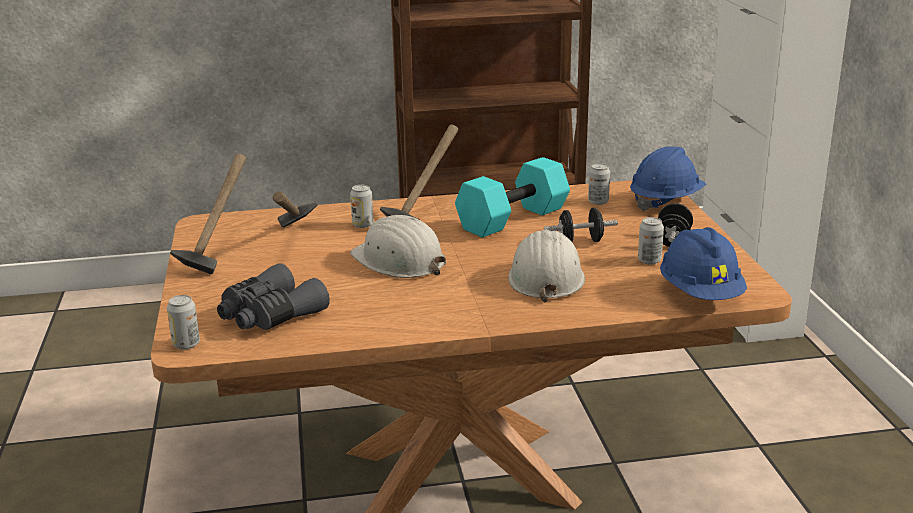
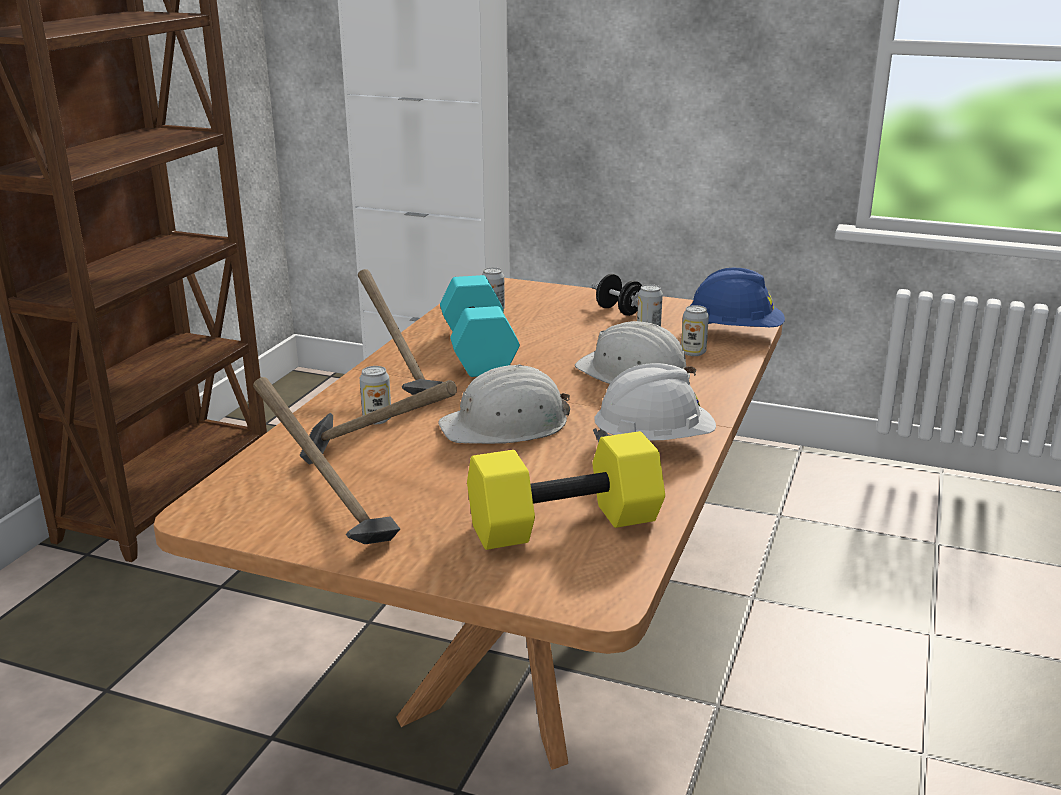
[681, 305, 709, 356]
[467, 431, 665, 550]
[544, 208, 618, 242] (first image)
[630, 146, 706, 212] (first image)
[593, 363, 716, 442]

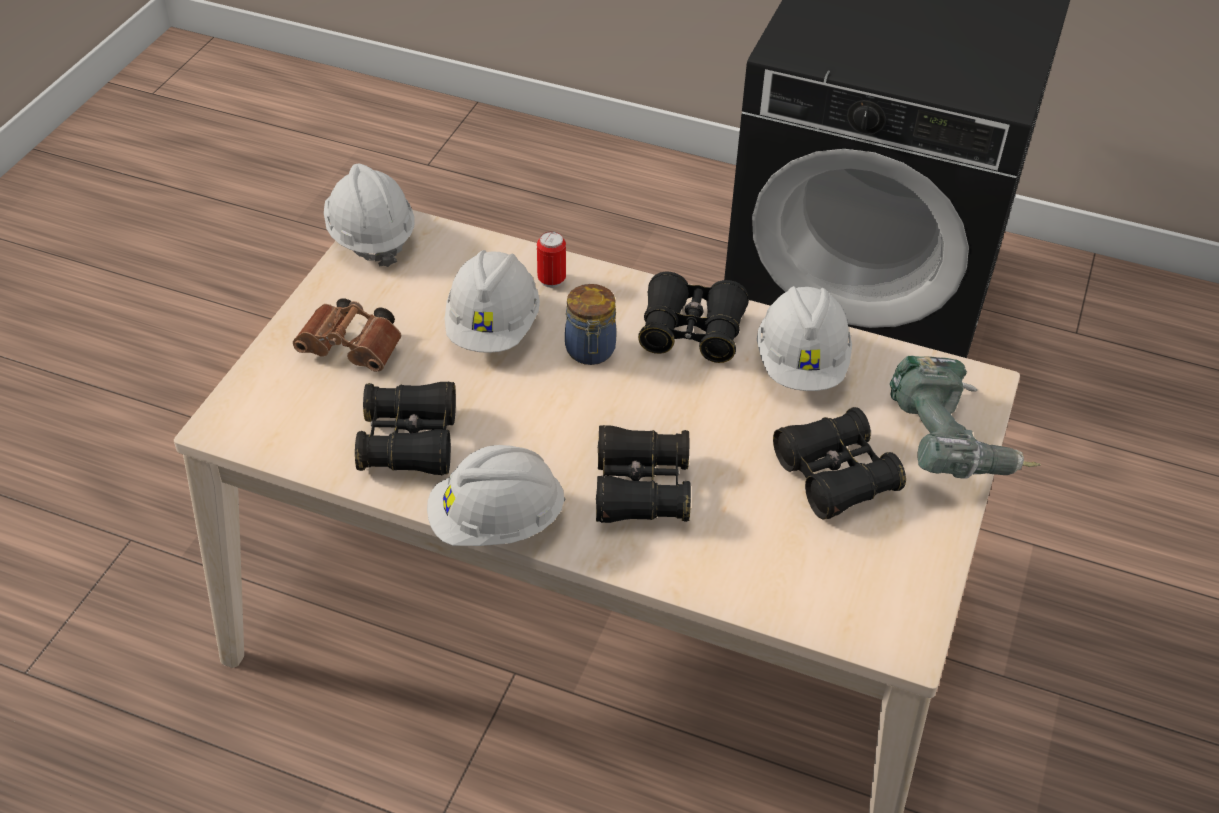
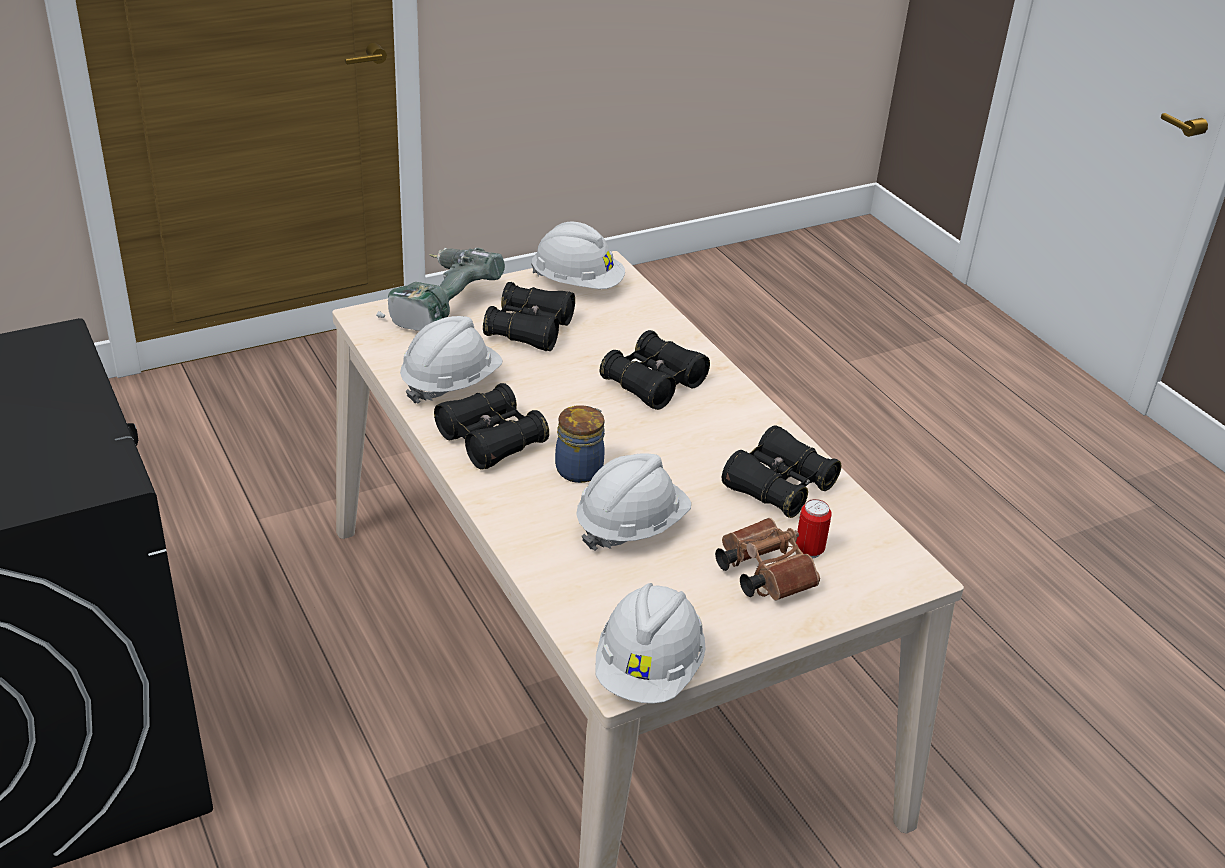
[531, 221, 625, 289]
[796, 499, 832, 559]

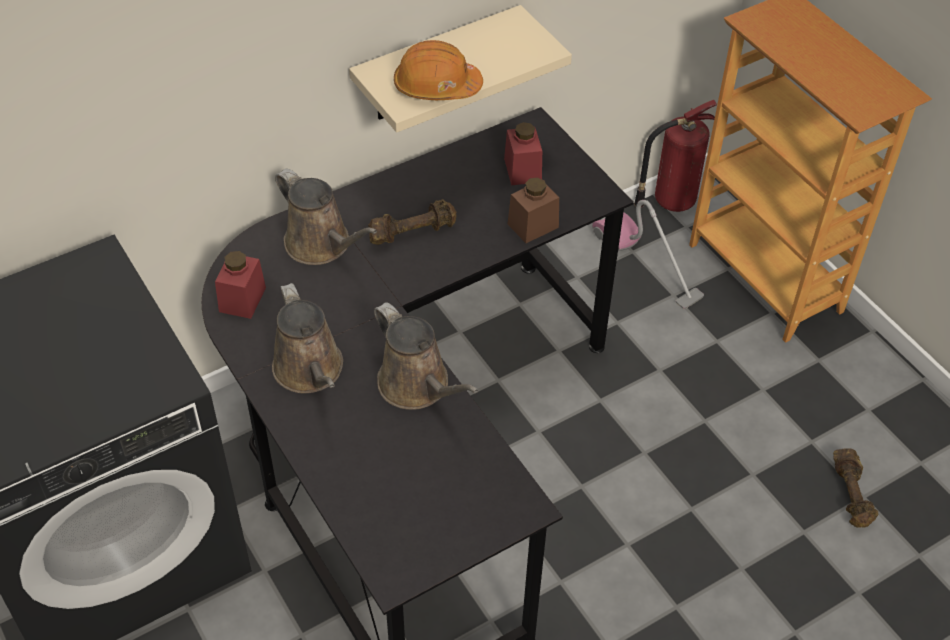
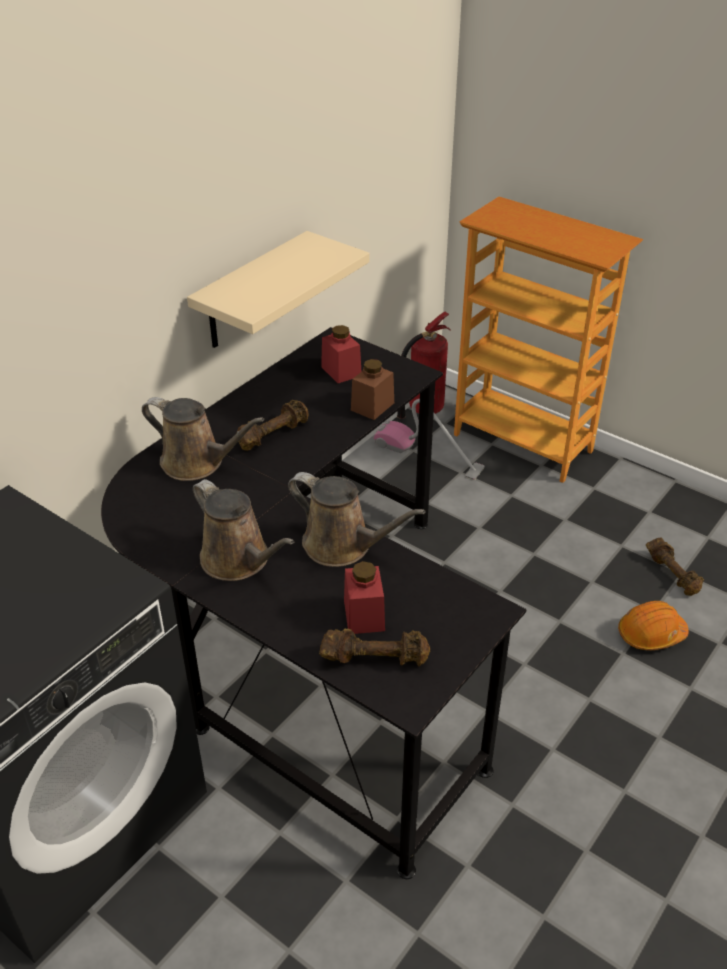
[344, 561, 385, 634]
[618, 601, 689, 650]
[319, 629, 430, 666]

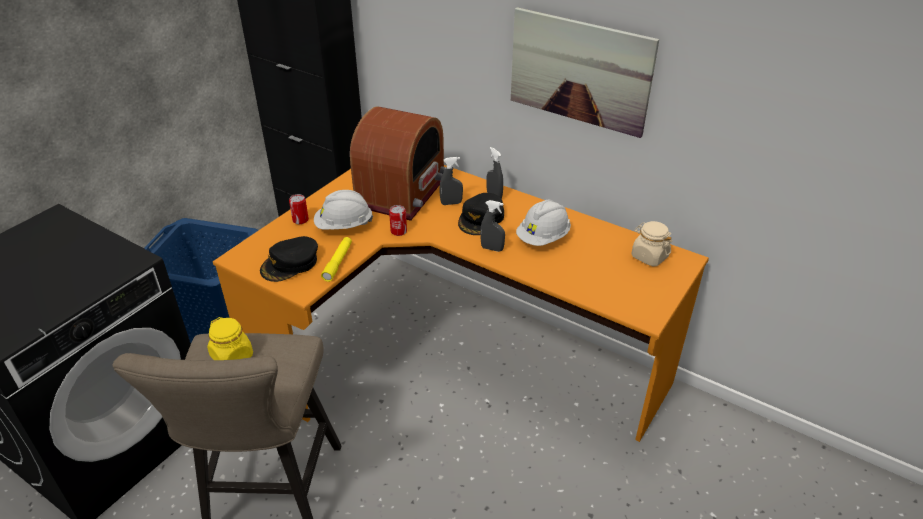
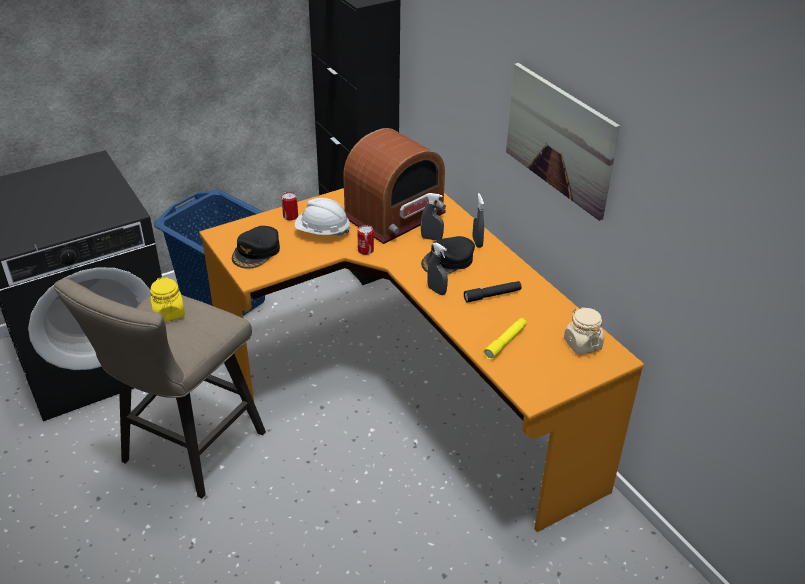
[232, 226, 280, 269]
[484, 318, 527, 360]
[464, 281, 522, 303]

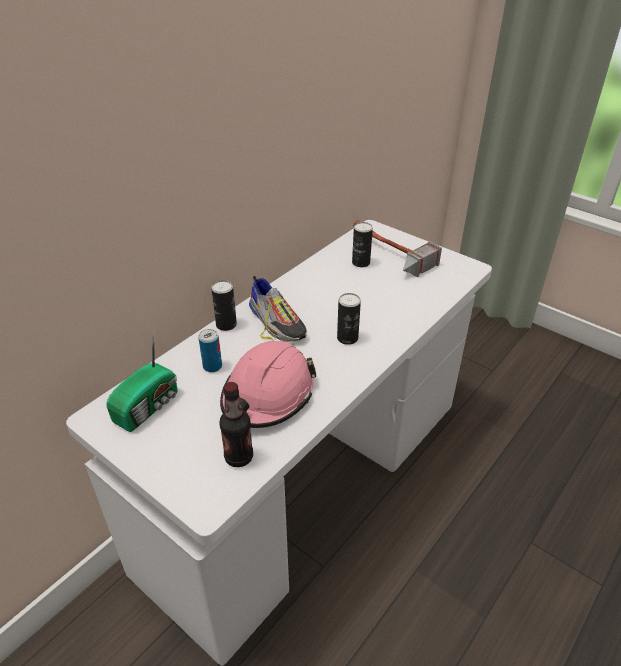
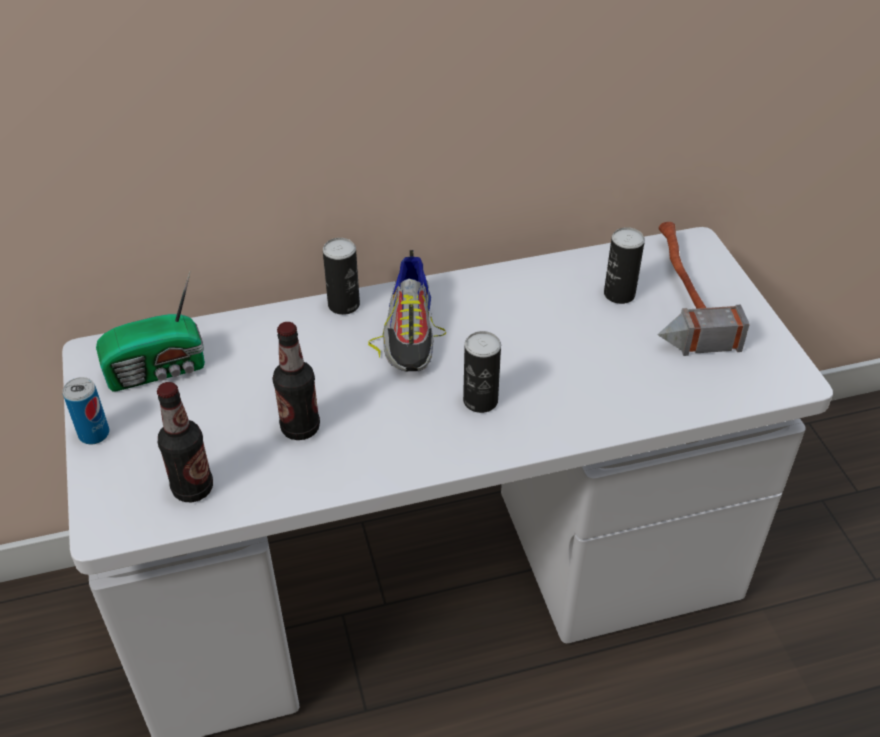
[63, 377, 109, 444]
[272, 322, 320, 440]

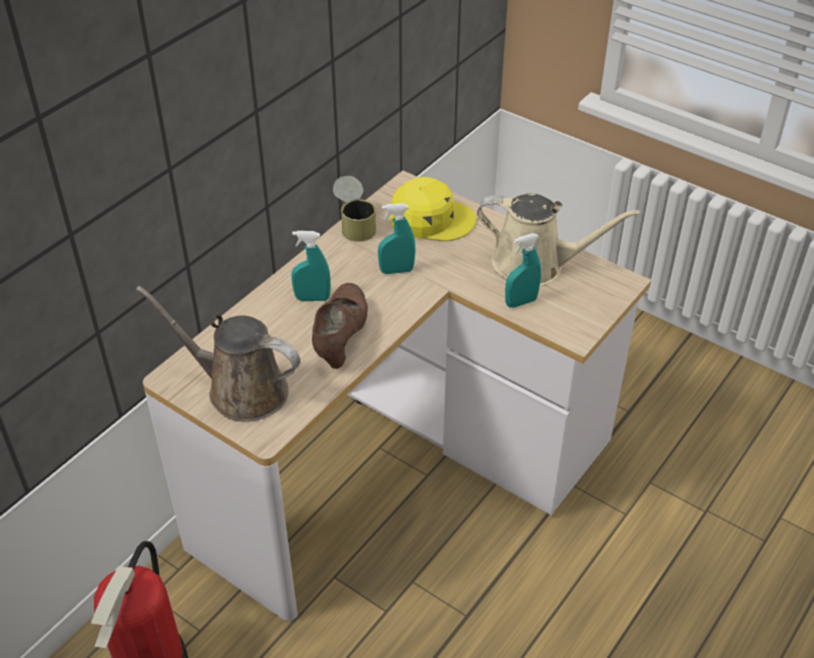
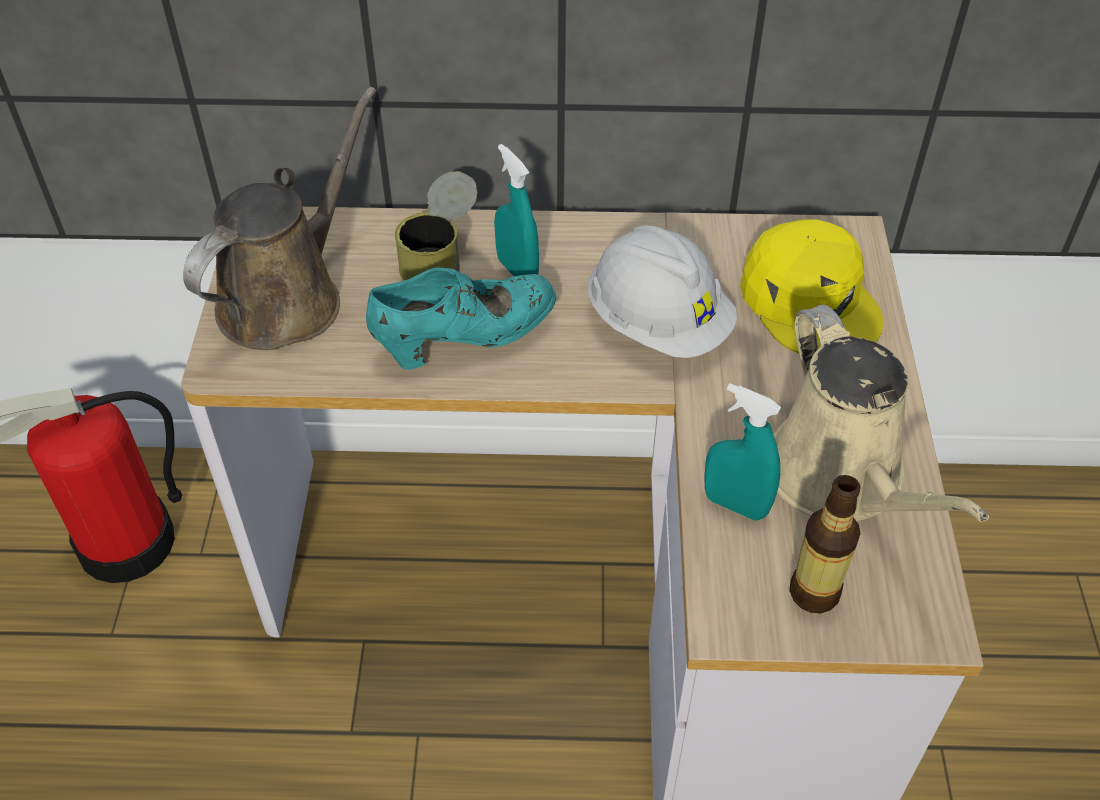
[183, 87, 376, 350]
[366, 267, 556, 370]
[395, 171, 477, 280]
[588, 225, 737, 358]
[790, 475, 861, 613]

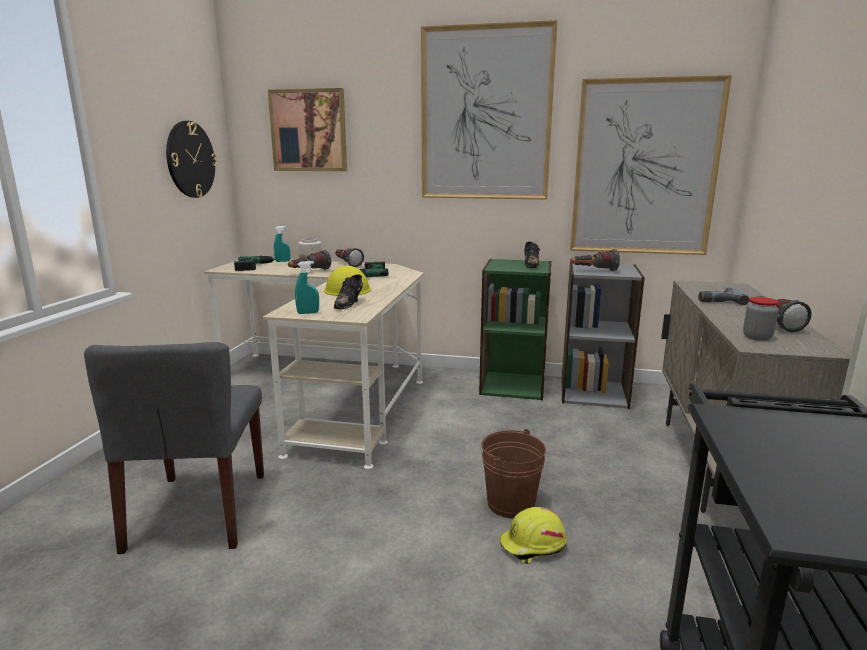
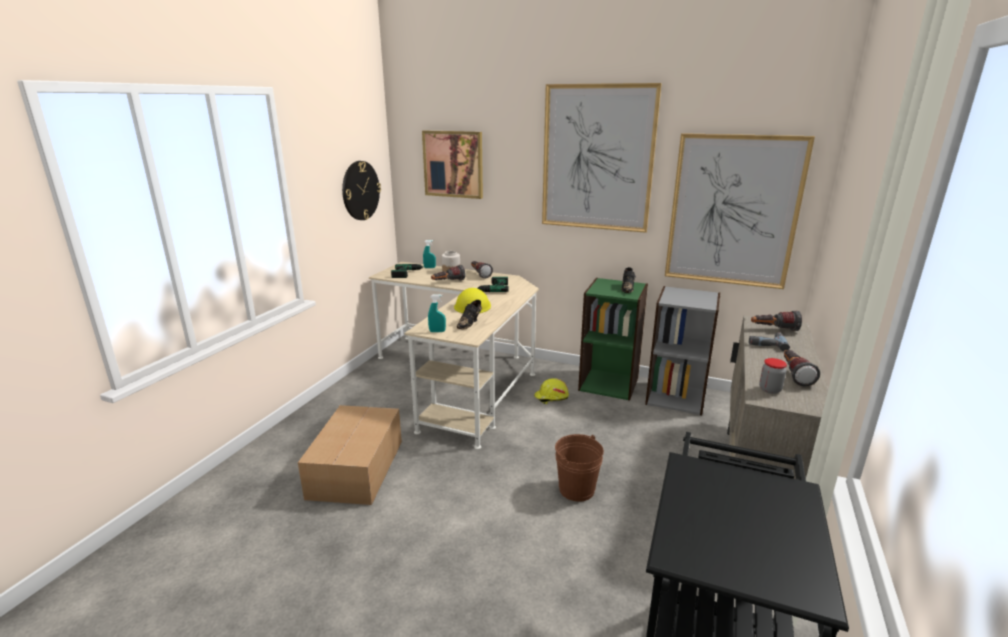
[298, 405, 402, 505]
[534, 378, 569, 404]
[751, 311, 802, 331]

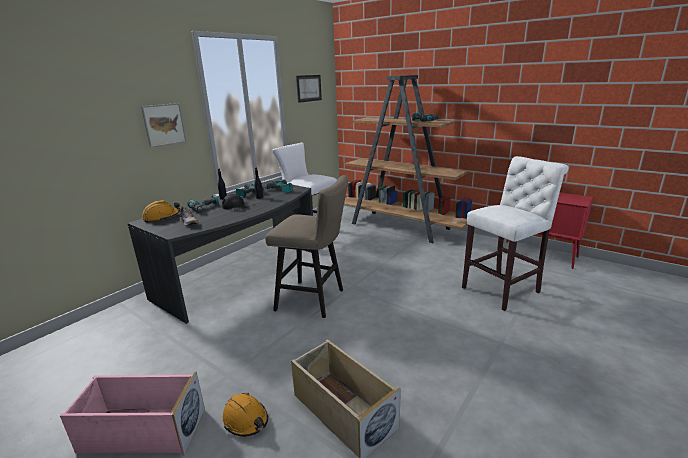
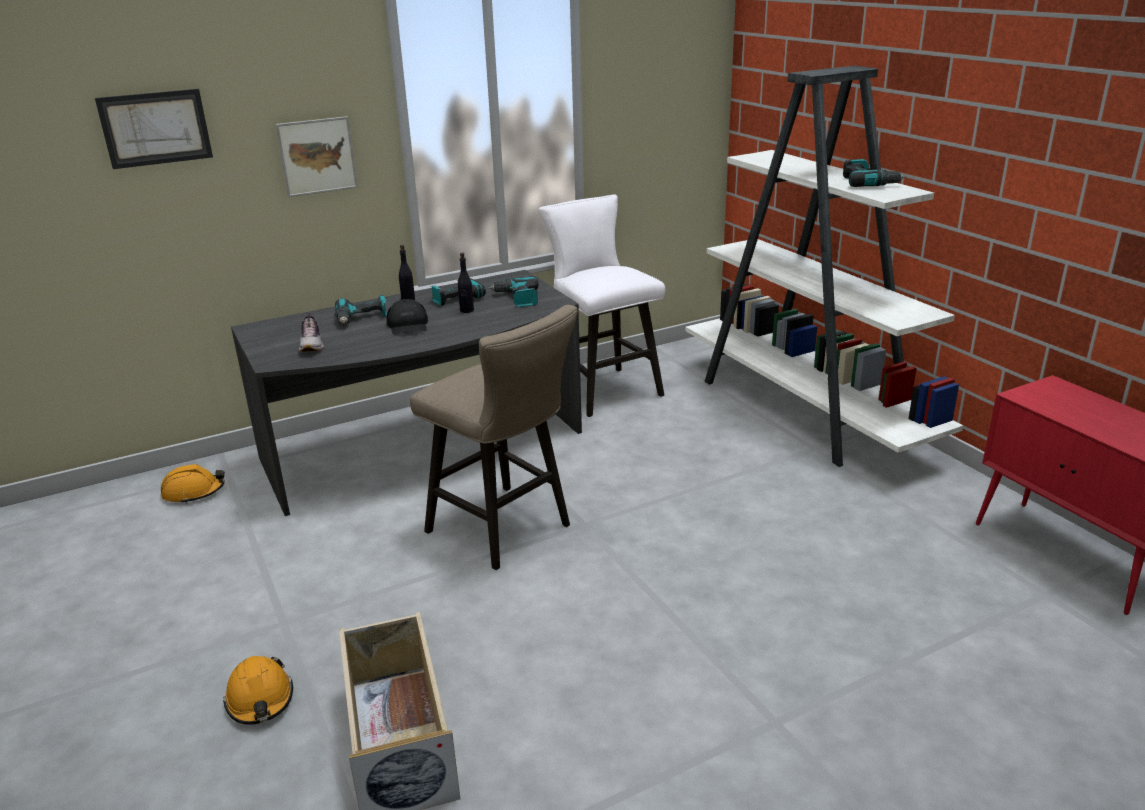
[60, 372, 205, 456] (first image)
[161, 464, 225, 504]
[95, 89, 213, 169]
[685, 66, 963, 467]
[462, 156, 569, 311] (first image)

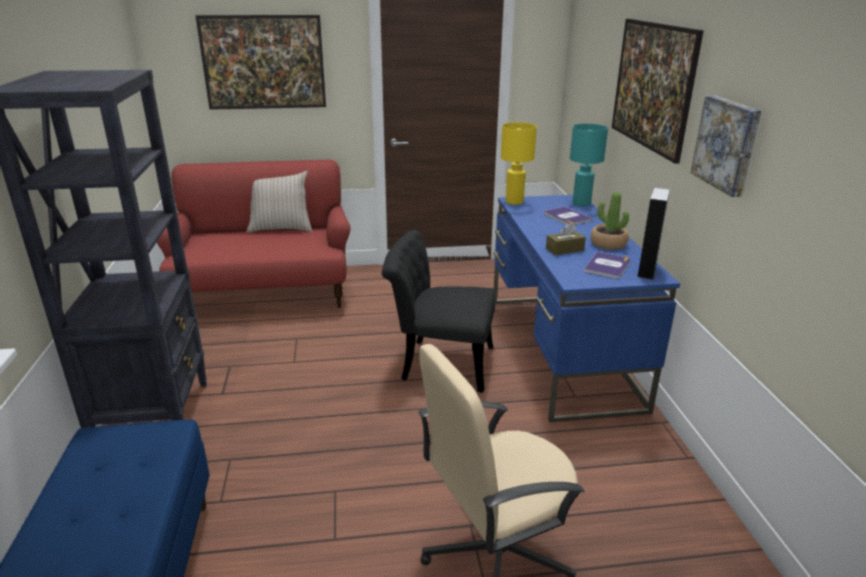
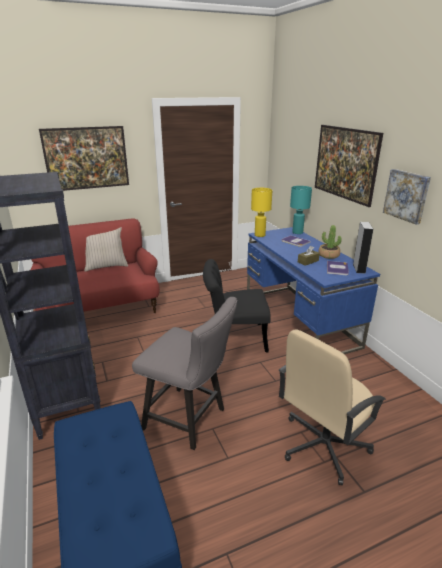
[132, 297, 237, 450]

